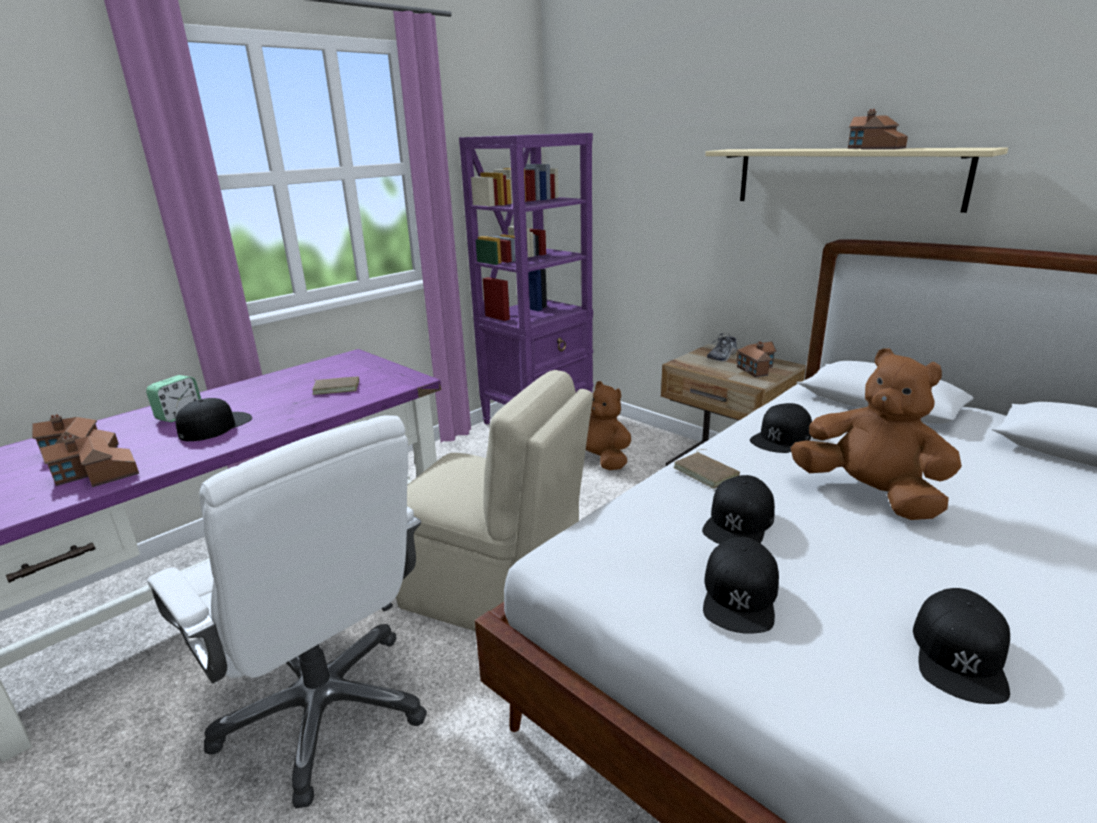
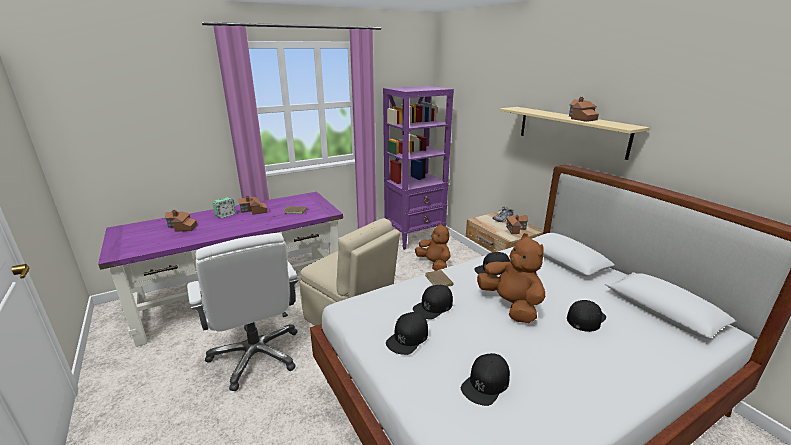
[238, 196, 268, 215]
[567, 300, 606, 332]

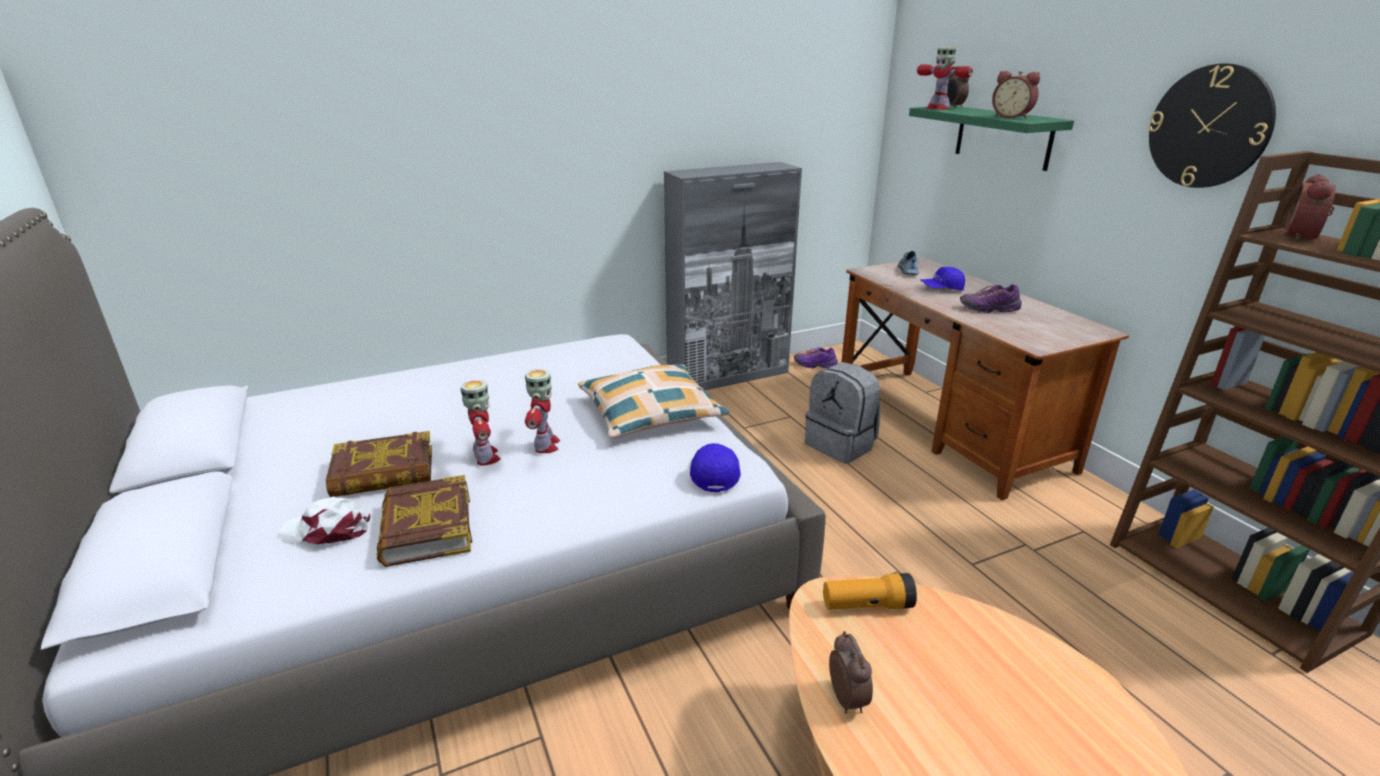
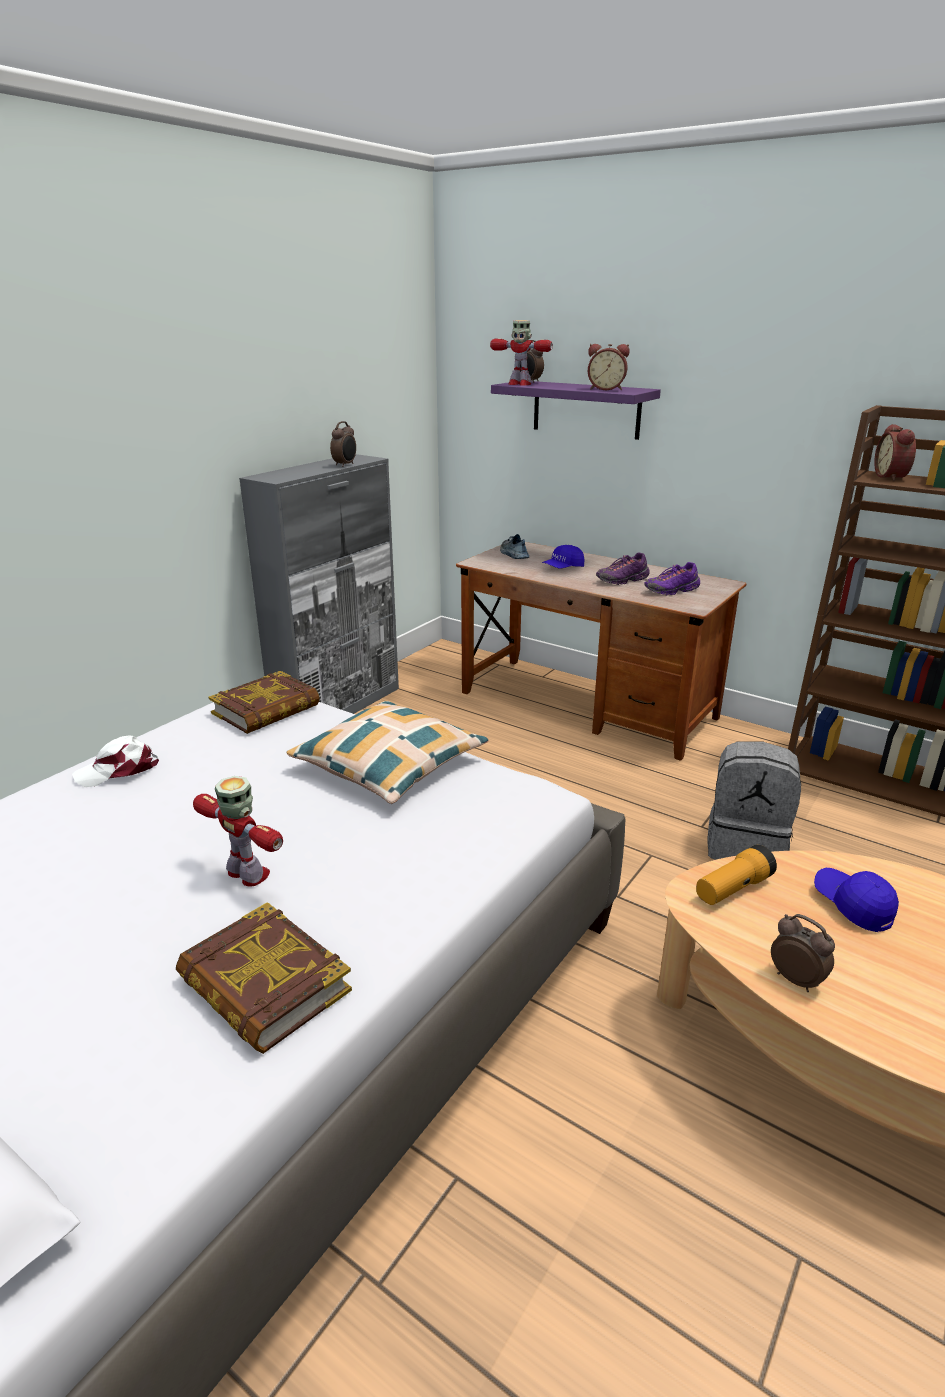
[72, 735, 159, 787]
[209, 671, 320, 734]
[525, 369, 560, 453] (first image)
[814, 868, 899, 932]
[644, 562, 700, 596]
[708, 742, 801, 860]
[491, 381, 661, 440]
[1148, 64, 1276, 188] (first image)
[330, 421, 356, 467]

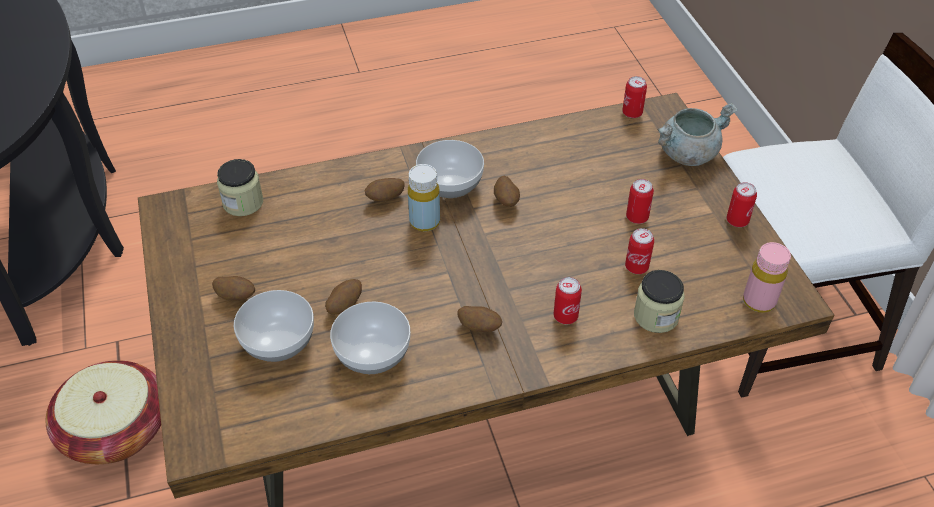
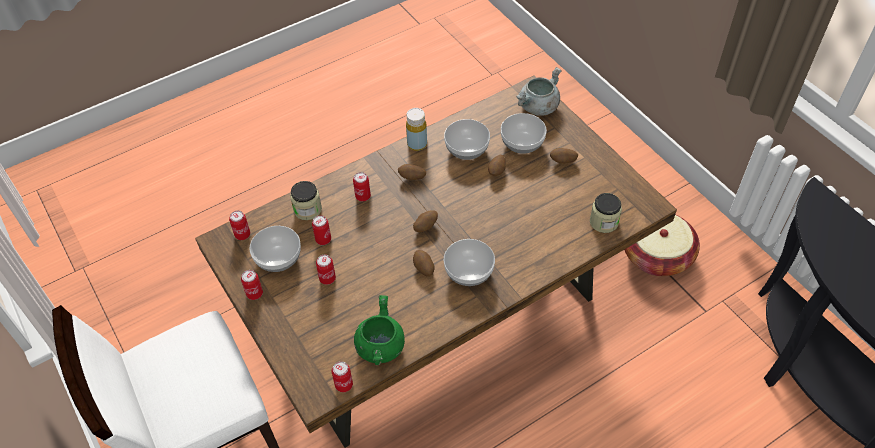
[413, 210, 438, 232]
[406, 108, 427, 151]
[516, 67, 561, 116]
[229, 211, 250, 240]
[250, 226, 301, 272]
[354, 295, 405, 365]

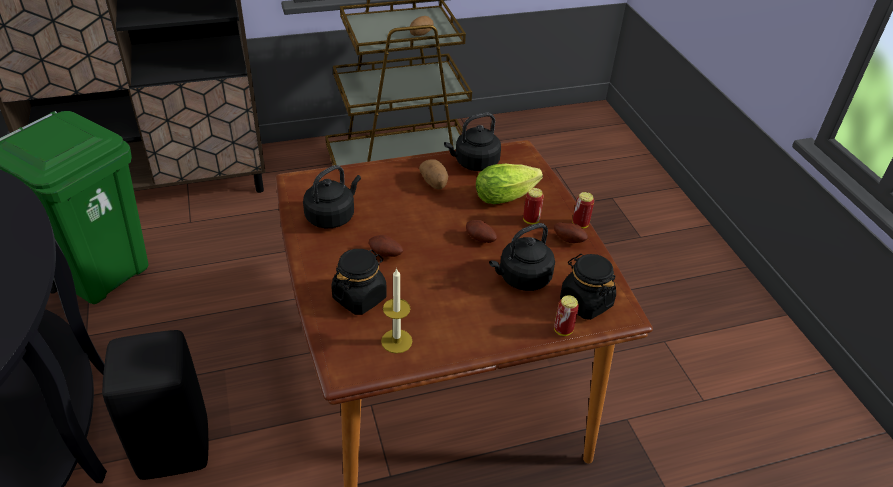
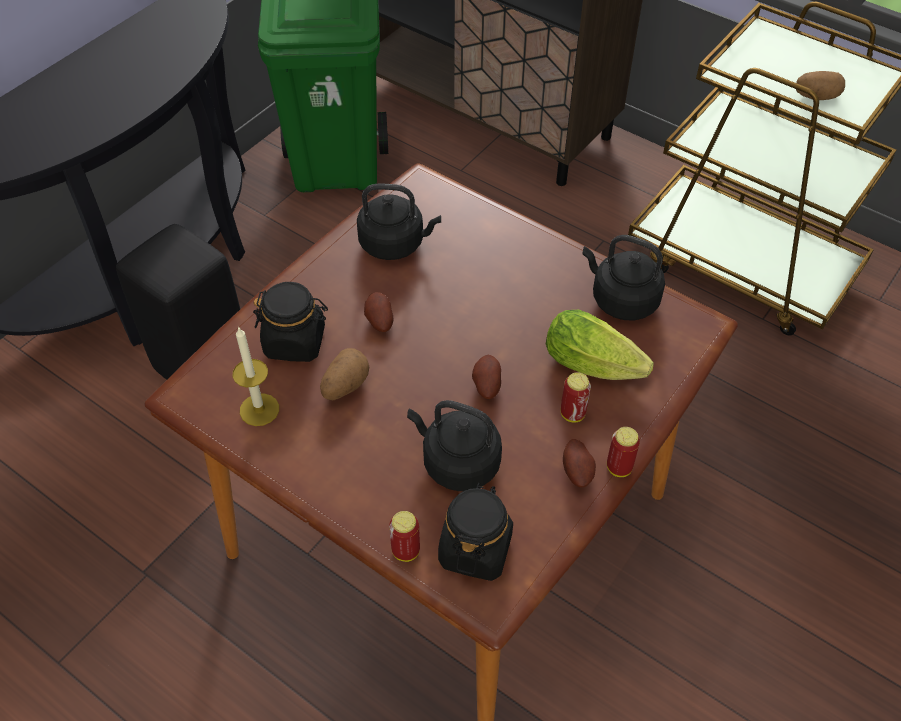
[320, 348, 369, 400]

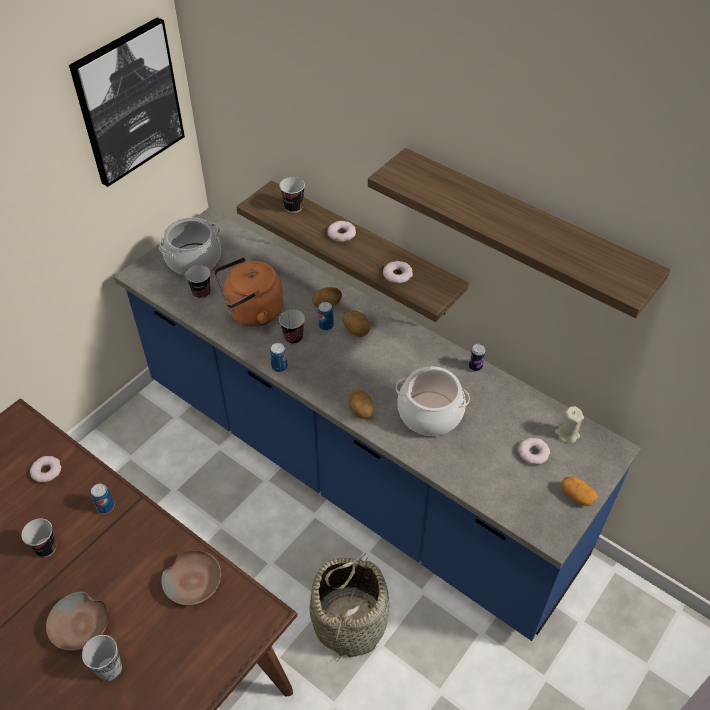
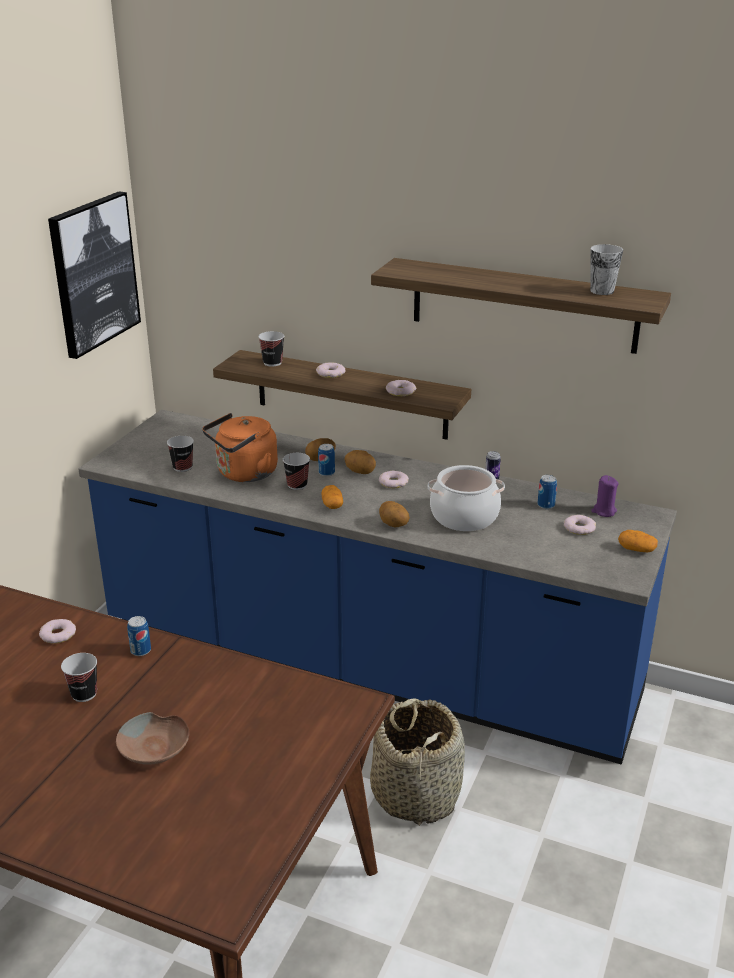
[590, 244, 623, 295]
[158, 217, 221, 276] (first image)
[161, 550, 221, 605] (first image)
[537, 475, 557, 509]
[591, 475, 619, 517]
[322, 485, 343, 509]
[379, 471, 409, 489]

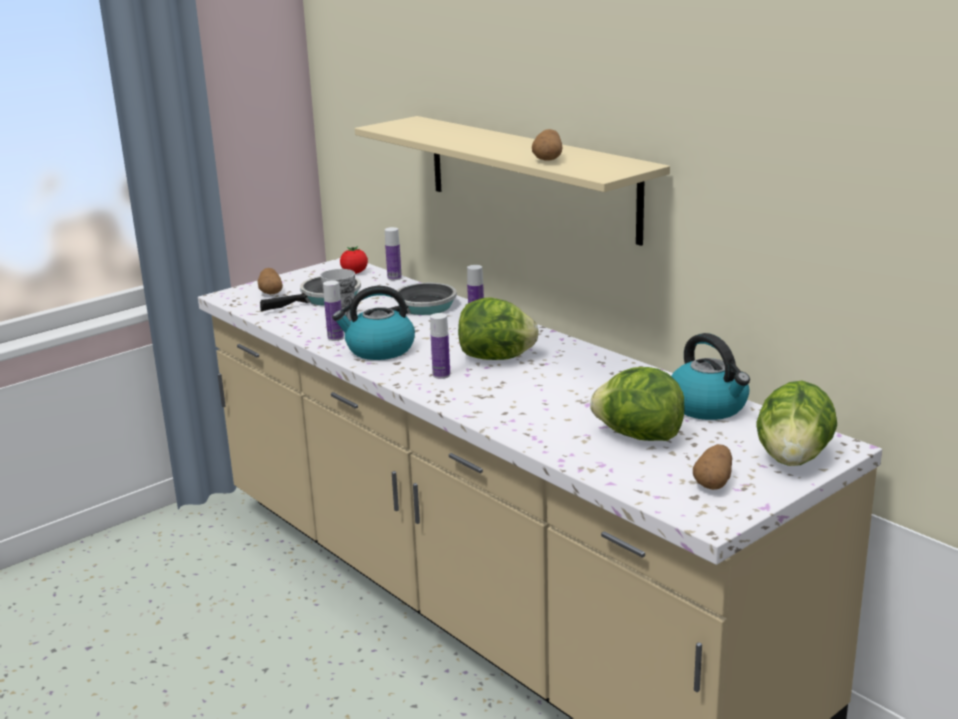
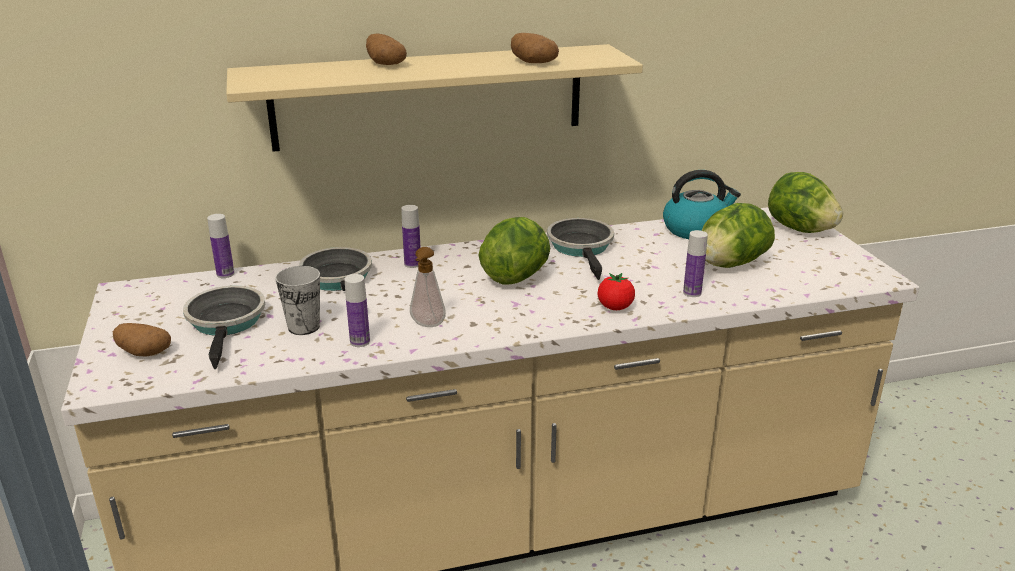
[410, 247, 446, 327]
[598, 273, 635, 310]
[683, 230, 708, 297]
[366, 33, 407, 65]
[547, 218, 614, 280]

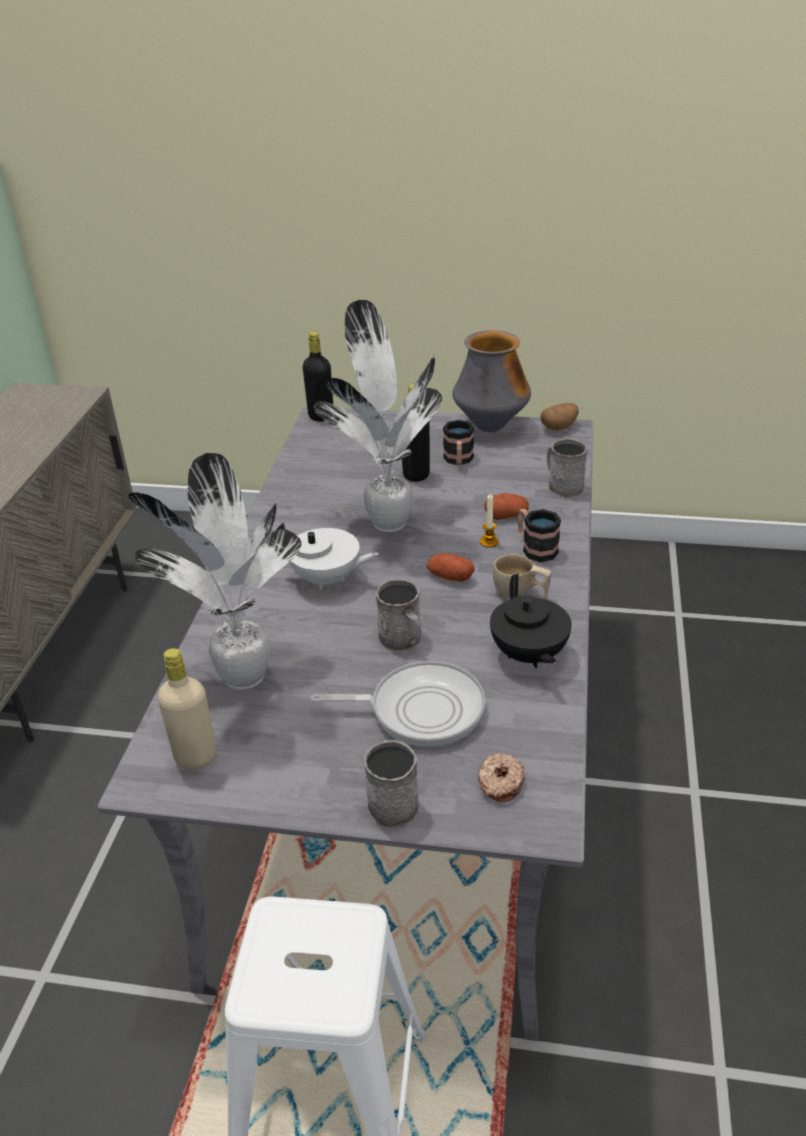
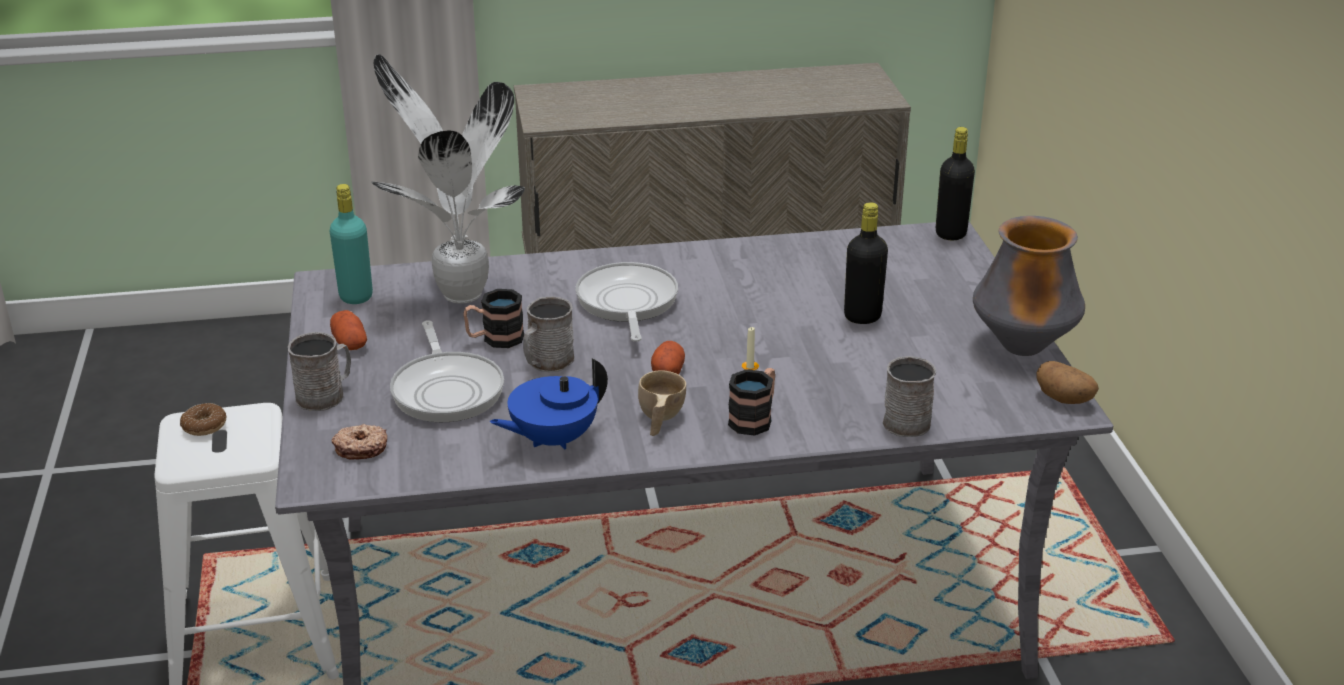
[330, 184, 373, 304]
[576, 262, 678, 342]
[314, 300, 442, 532] (first image)
[463, 289, 524, 348]
[330, 310, 367, 350]
[490, 358, 608, 450]
[180, 403, 227, 436]

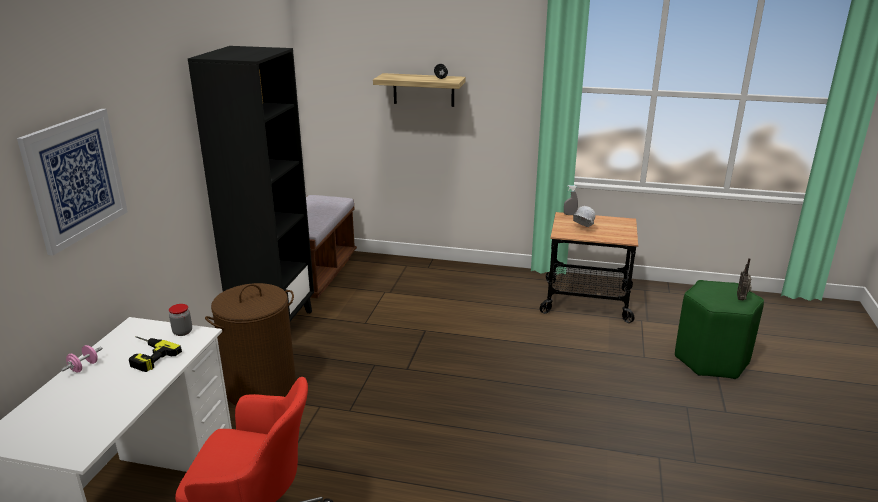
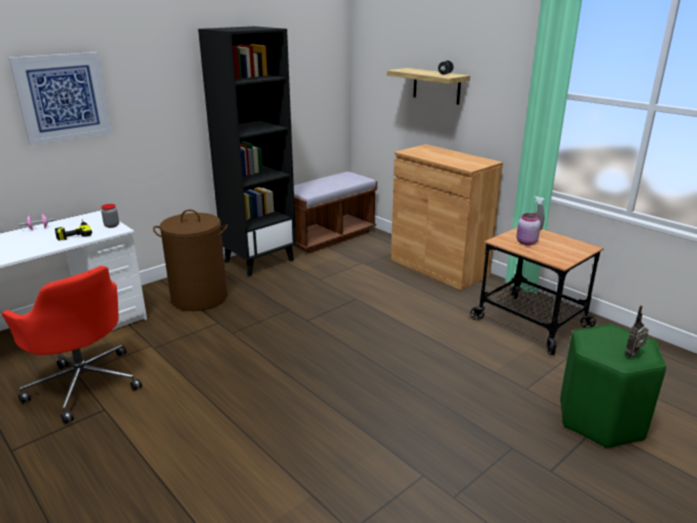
[516, 213, 541, 245]
[391, 144, 503, 290]

